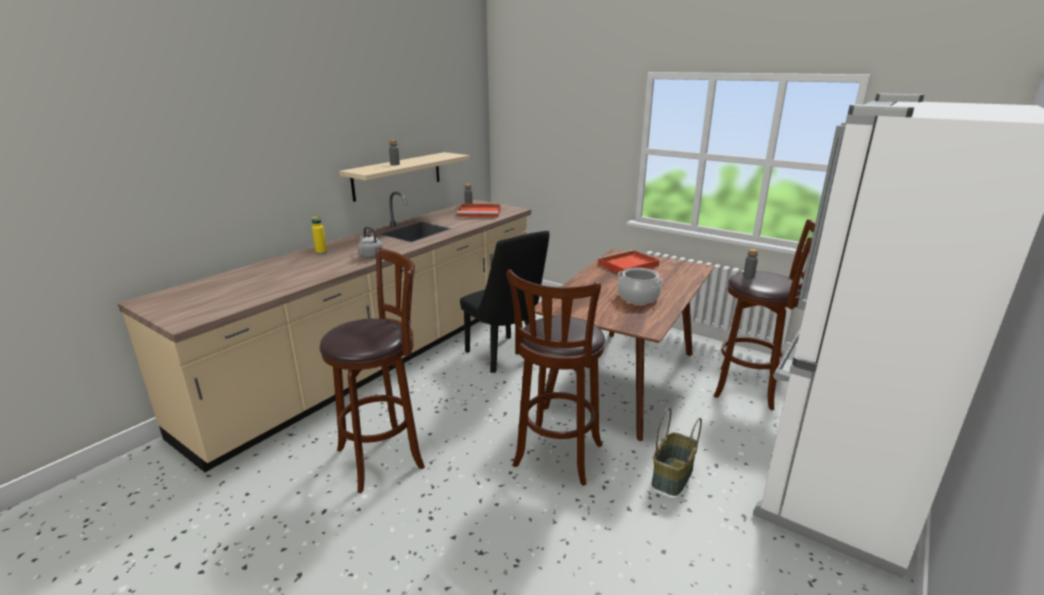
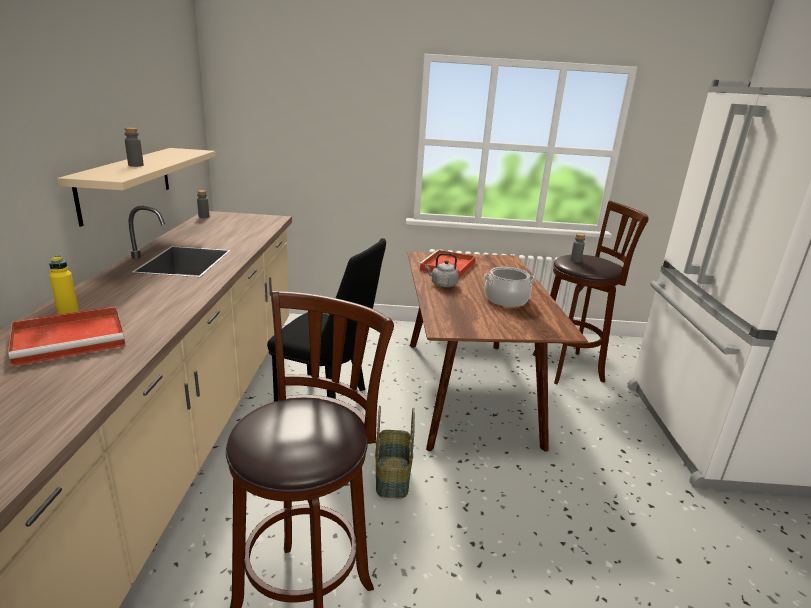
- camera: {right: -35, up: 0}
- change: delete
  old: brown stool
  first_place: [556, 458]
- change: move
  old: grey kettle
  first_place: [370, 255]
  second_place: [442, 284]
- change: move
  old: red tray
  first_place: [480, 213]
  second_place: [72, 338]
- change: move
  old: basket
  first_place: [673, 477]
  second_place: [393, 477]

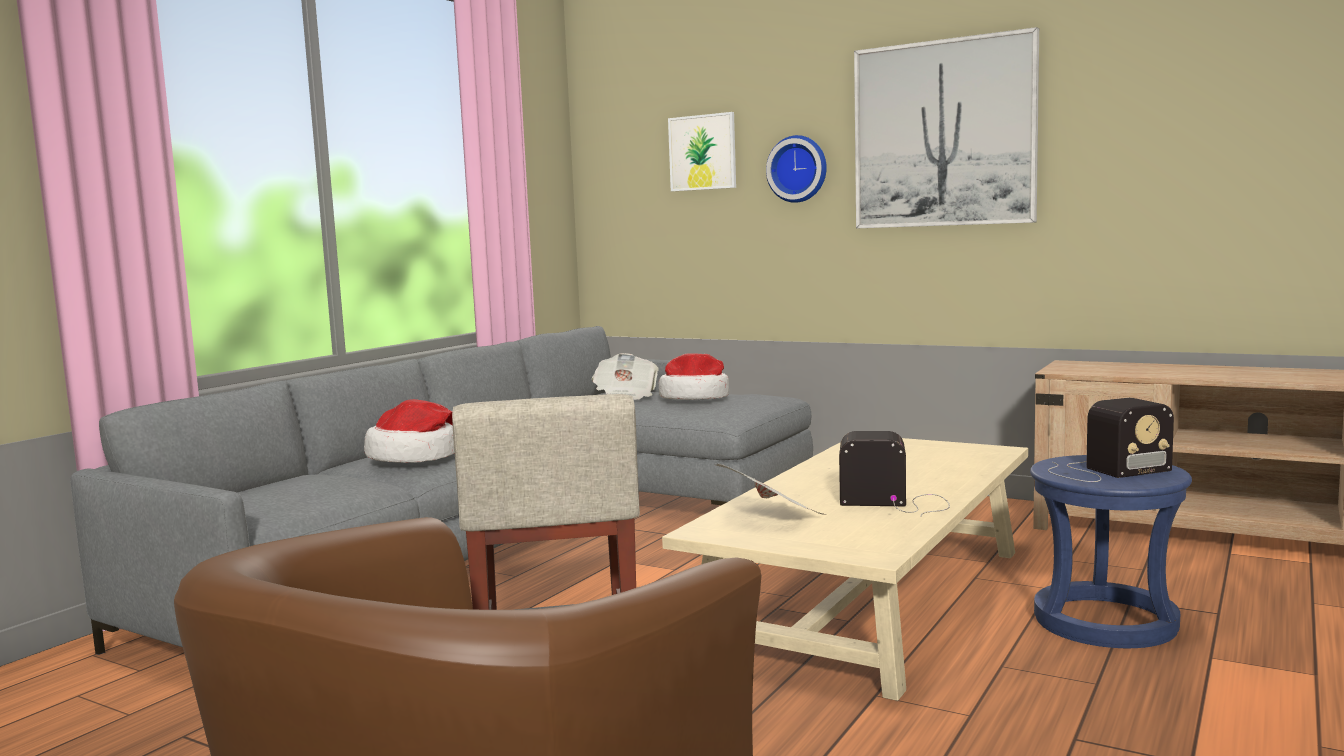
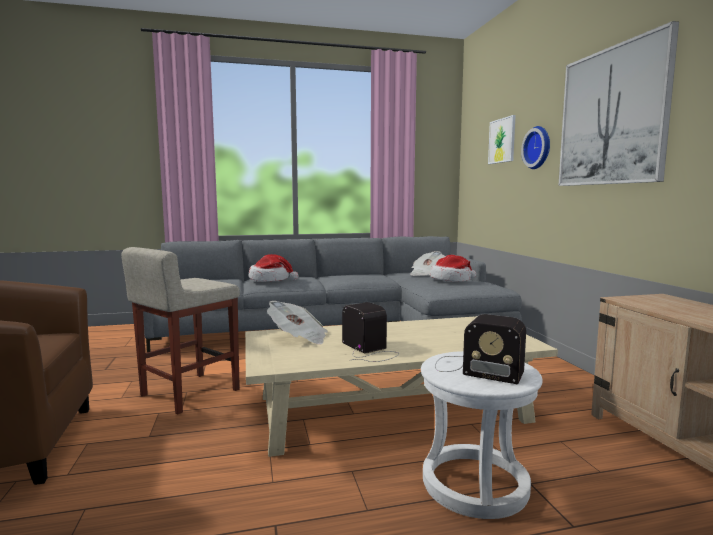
- camera: {right: 45, up: 0}
- change: recolor
  old: blue stool
  new: white stool
  first_place: [1105, 621]
  second_place: [475, 484]

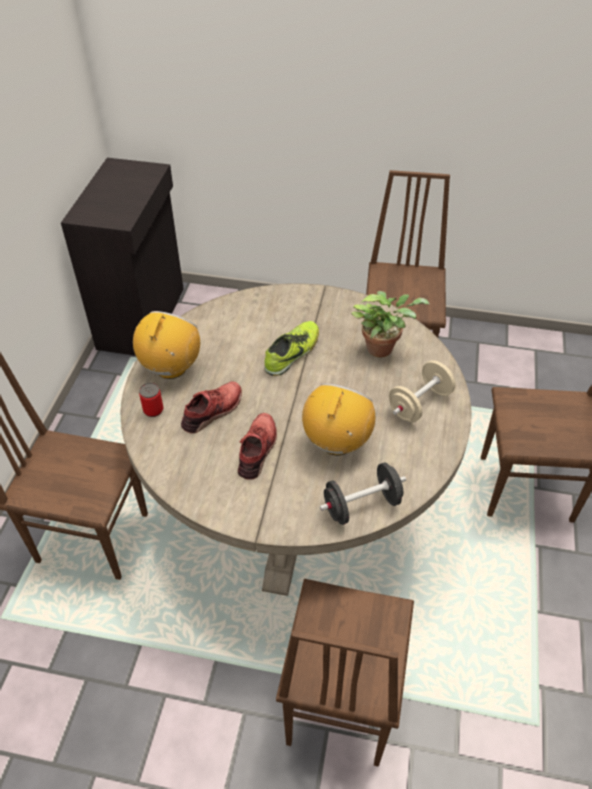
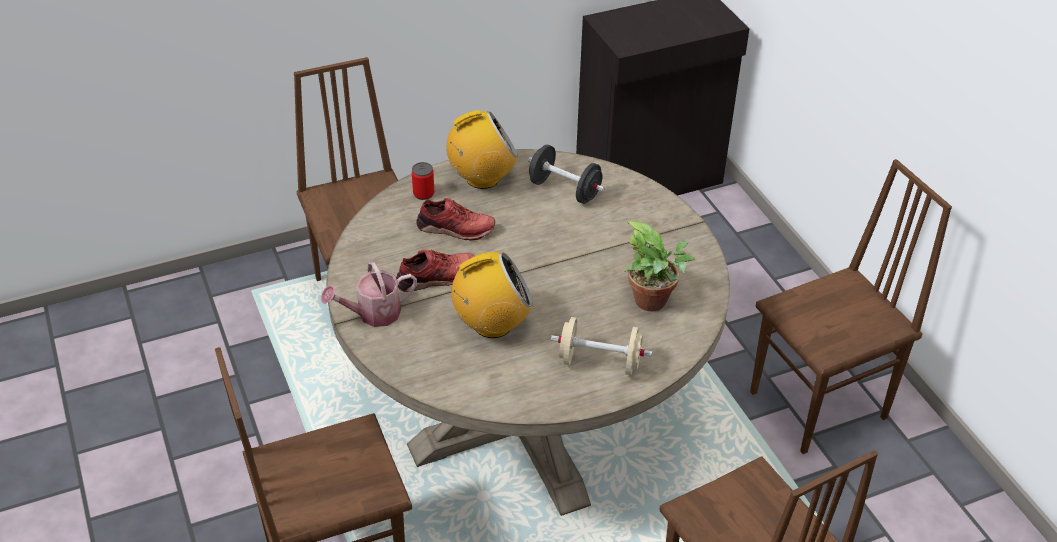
- camera: {right: 55, up: -5}
- change: delete
  old: shoe
  first_place: [293, 353]
- change: insert
  new: watering can
  second_place: [373, 314]
- change: move
  old: black dumbbell
  first_place: [362, 505]
  second_place: [565, 190]

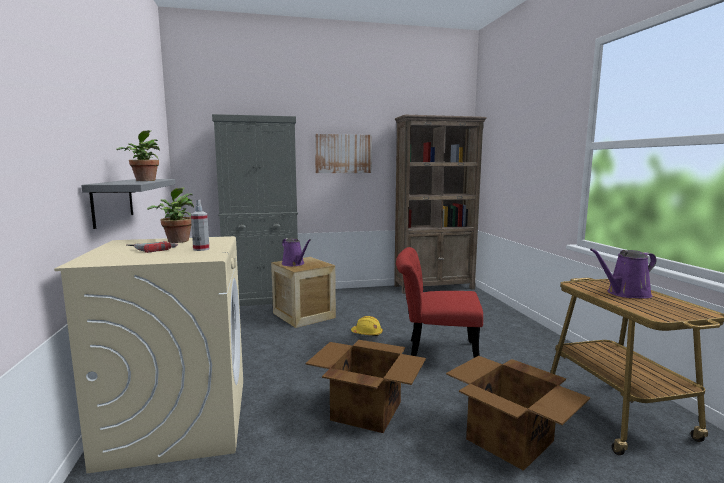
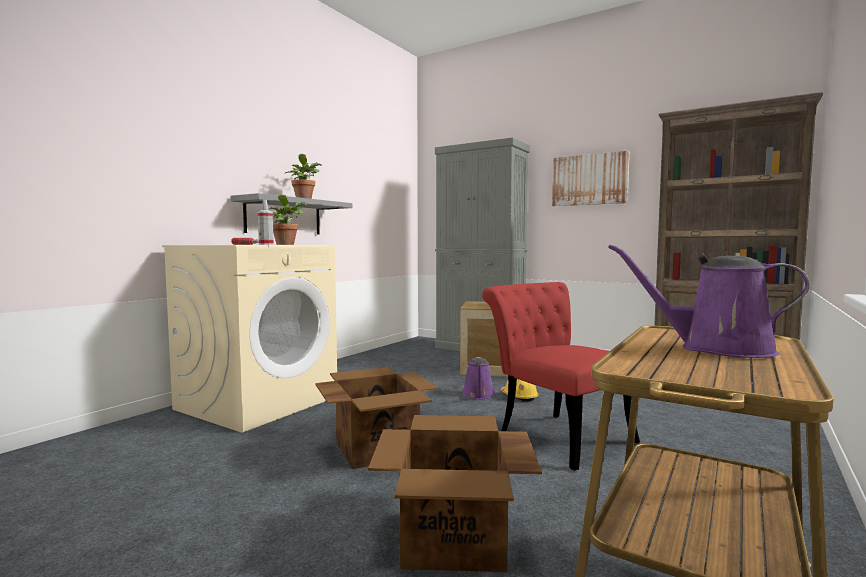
- camera: {right: 45, up: -5}
- change: move
  old: purple watering can
  first_place: [294, 264]
  second_place: [478, 395]

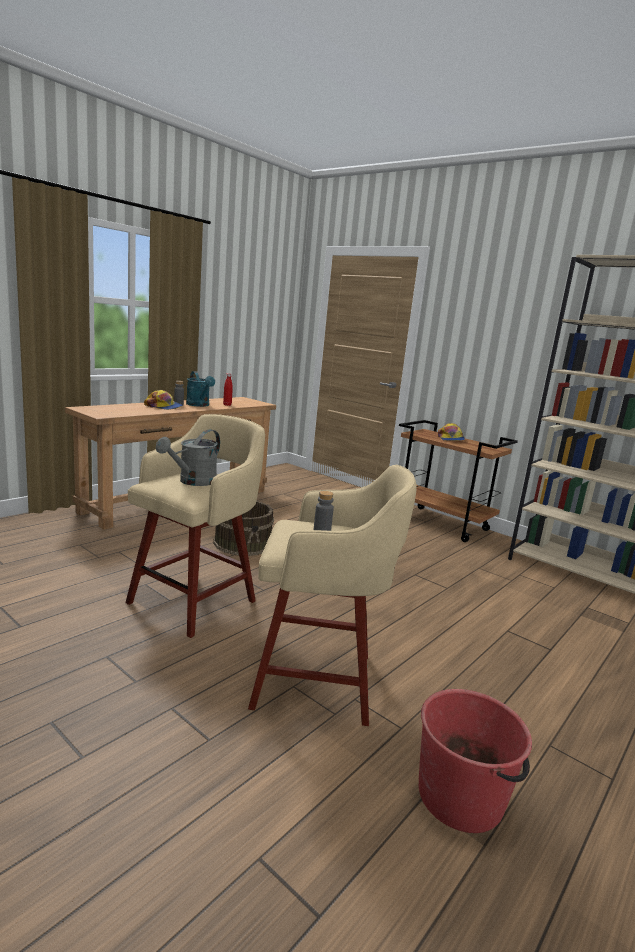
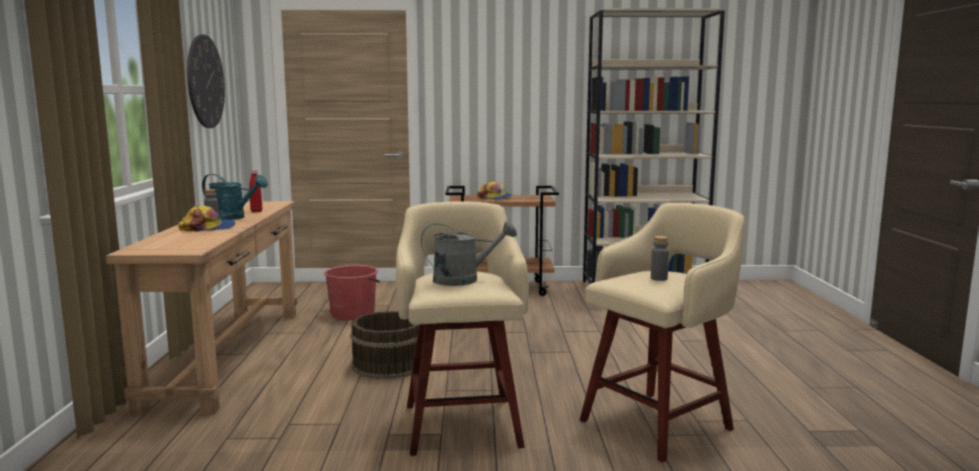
- camera: {right: -40, up: -5}
- change: insert
  new: wall clock
  second_place: [205, 81]
- change: move
  old: red bucket
  first_place: [461, 796]
  second_place: [353, 314]
- change: rotate
  old: grey watering can
  first_place: [193, 482]
  second_place: [464, 279]
  degrees: -90

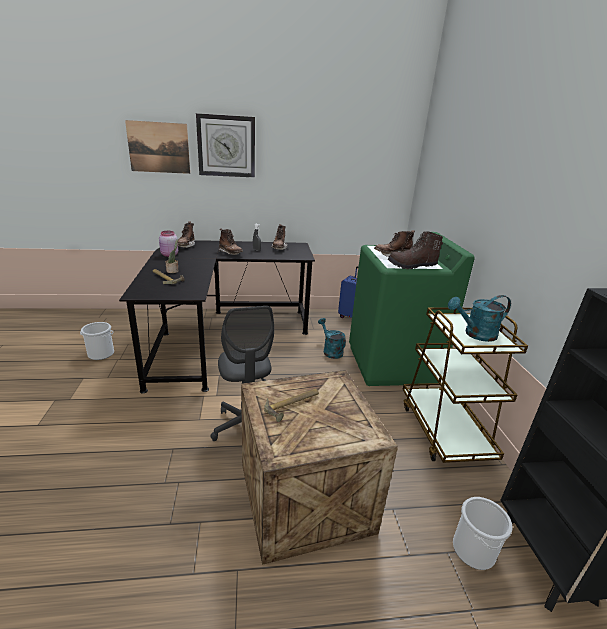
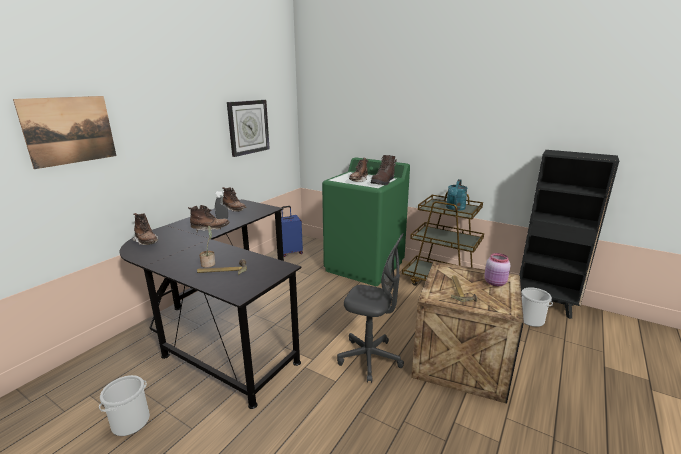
- camera: {right: -50, up: -5}
- change: delete
  old: turquoise watering can
  first_place: [330, 351]
- change: move
  old: pink jar
  first_place: [169, 255]
  second_place: [495, 283]
- change: move
  old: wall clock
  first_place: [226, 146]
  second_place: [248, 127]

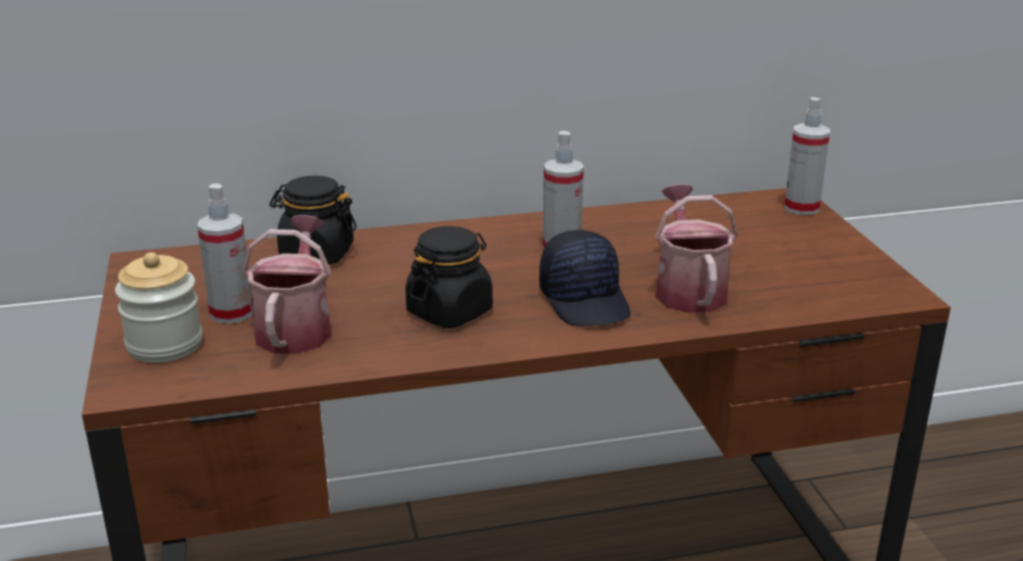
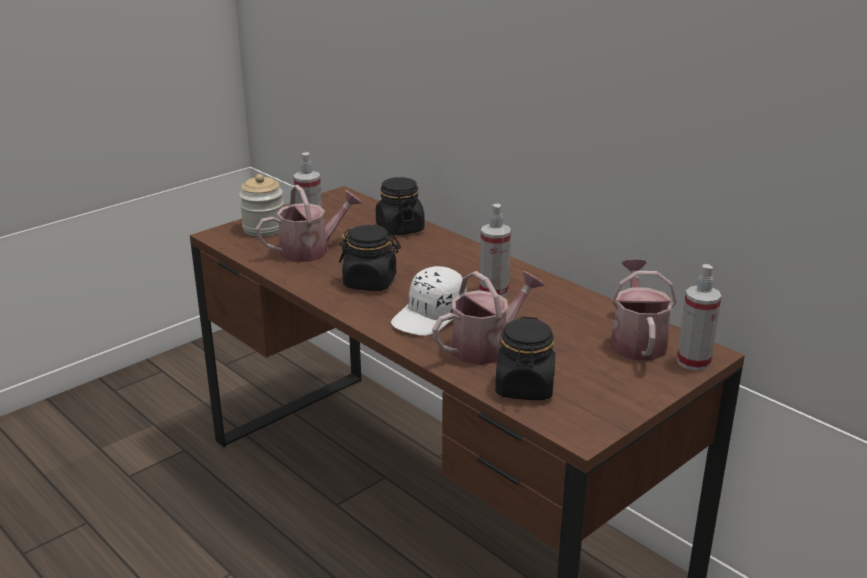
- camera: {right: 60, up: 0}
- change: insert
  new: black jar
  second_place: [524, 387]
- change: insert
  new: watering can
  second_place: [637, 341]
- change: recolor
  old: black cap
  new: white cap
  first_place: [586, 300]
  second_place: [430, 317]

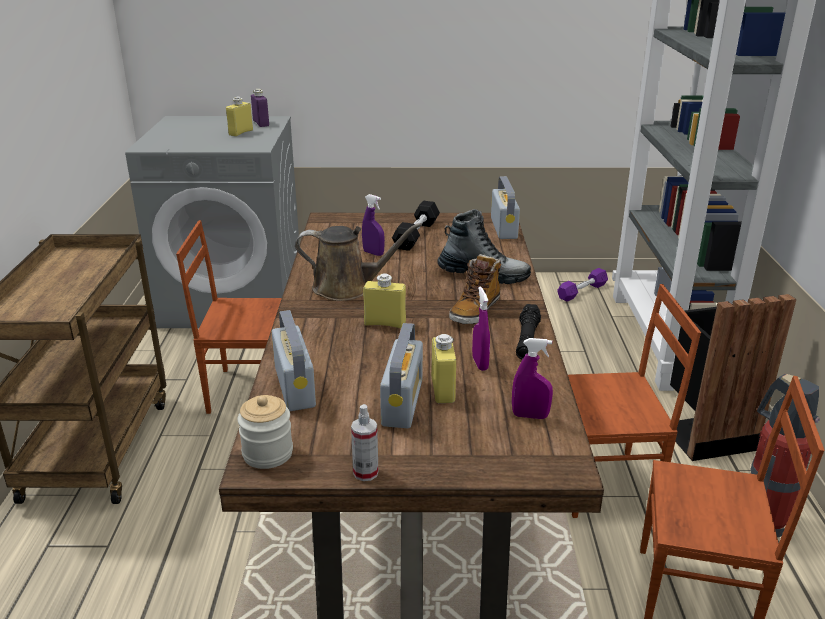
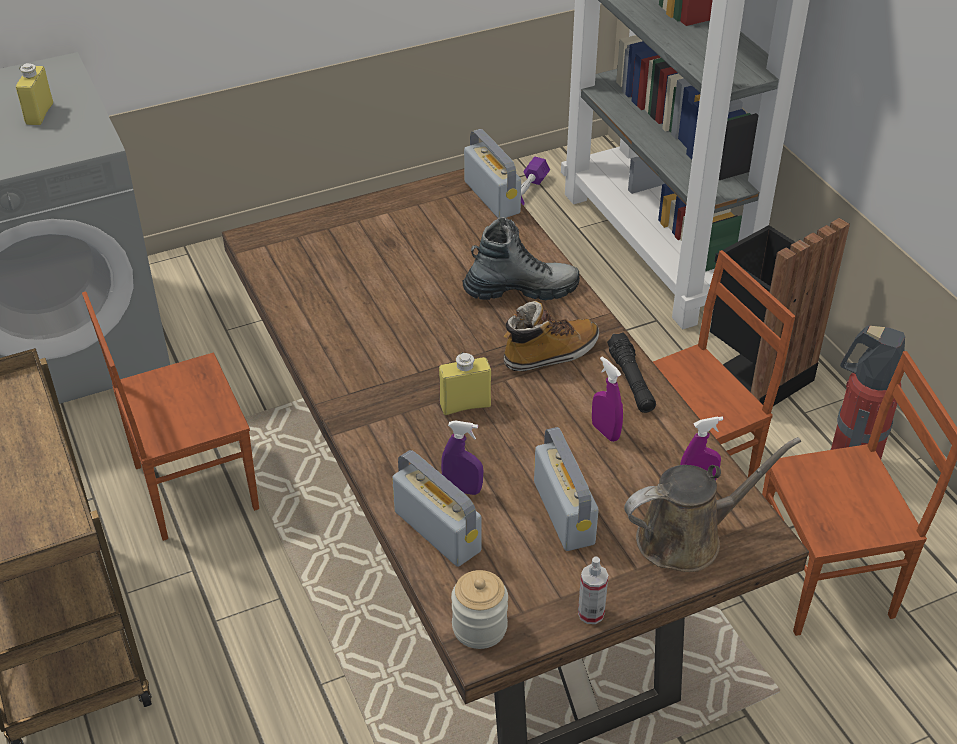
- camera: {right: -25, up: 15}
- change: delete
  old: purple bottle
  first_place: [261, 123]
- change: delete
  old: black dumbbell
  first_place: [416, 235]
- change: delete
  old: yellow bottle
  first_place: [443, 390]
- change: move
  old: brown watering can
  first_place: [347, 288]
  second_place: [687, 537]
- change: move
  old: purple spray bottle
  first_place: [373, 253]
  second_place: [462, 489]
- change: rotate
  old: boot
  first_place: [475, 311]
  second_place: [550, 354]
  degrees: -120

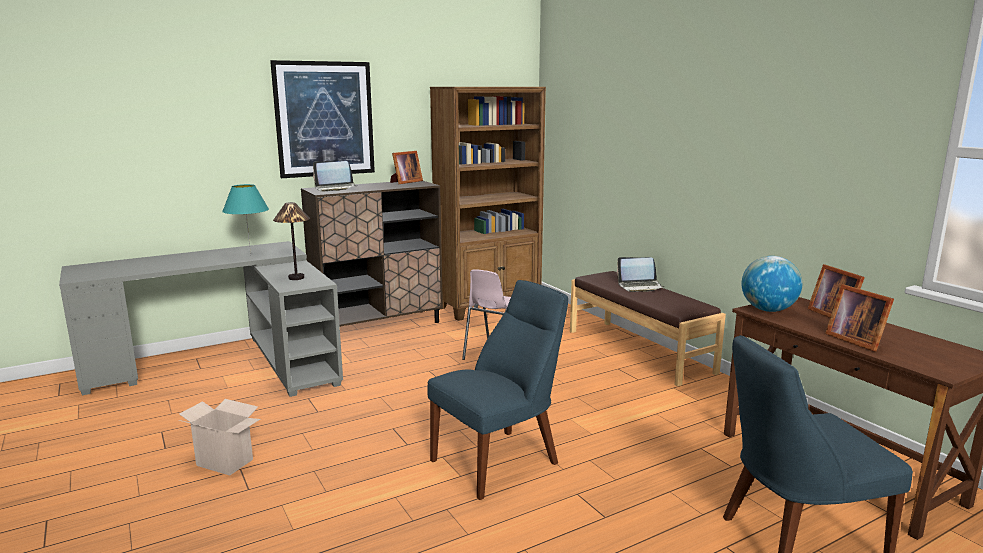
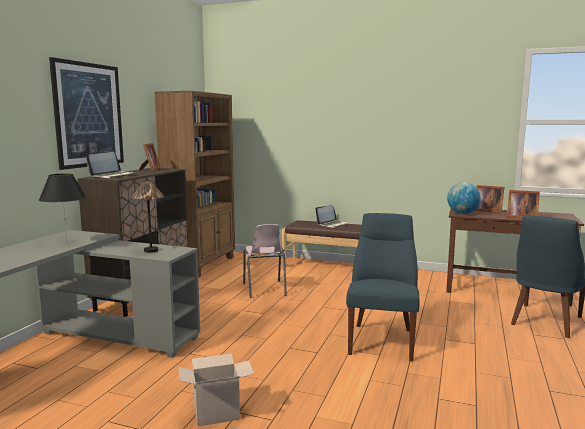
- camera: {right: -40, up: -5}
- change: recolor
  old: turquoise table lamp
  new: black table lamp
  first_place: [250, 255]
  second_place: [66, 242]

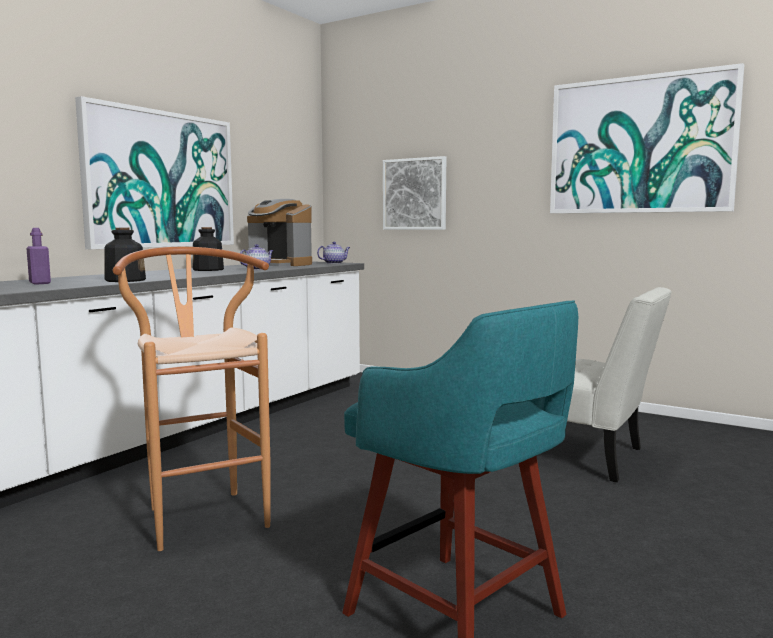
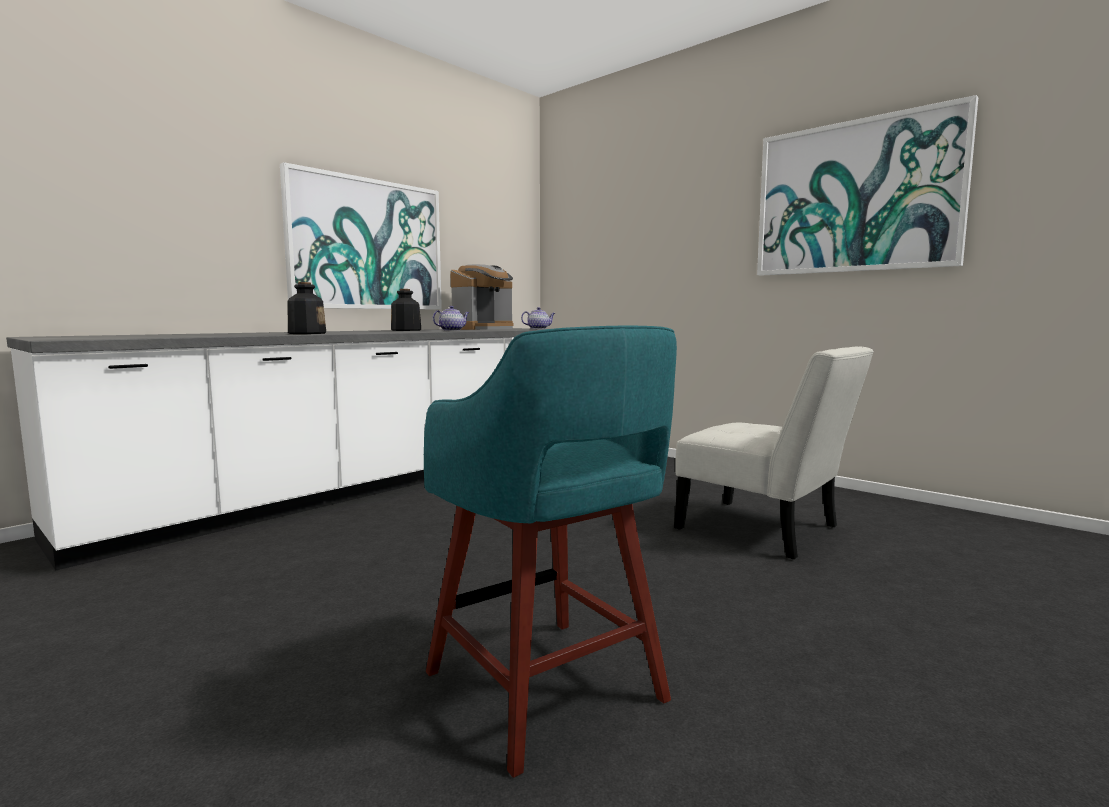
- camera: {right: 10, up: 0}
- change: delete
  old: purple bottle
  first_place: [40, 283]
- change: delete
  old: brown stool
  first_place: [202, 513]
- change: delete
  old: picture
  first_place: [414, 194]
- change: rotate
  old: coffee machine
  first_place: [280, 264]
  second_place: [484, 329]
  degrees: -90

